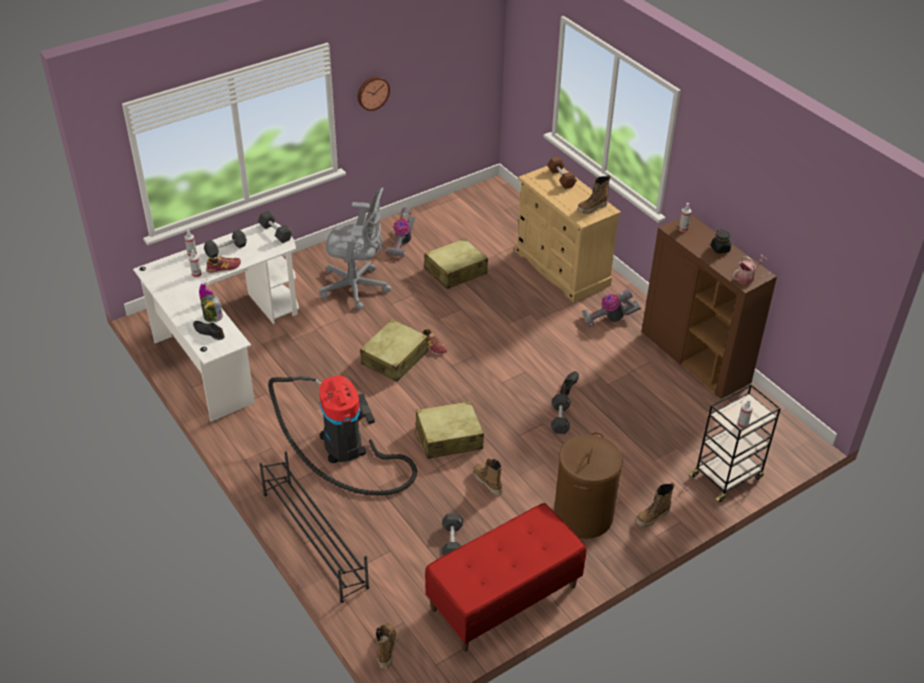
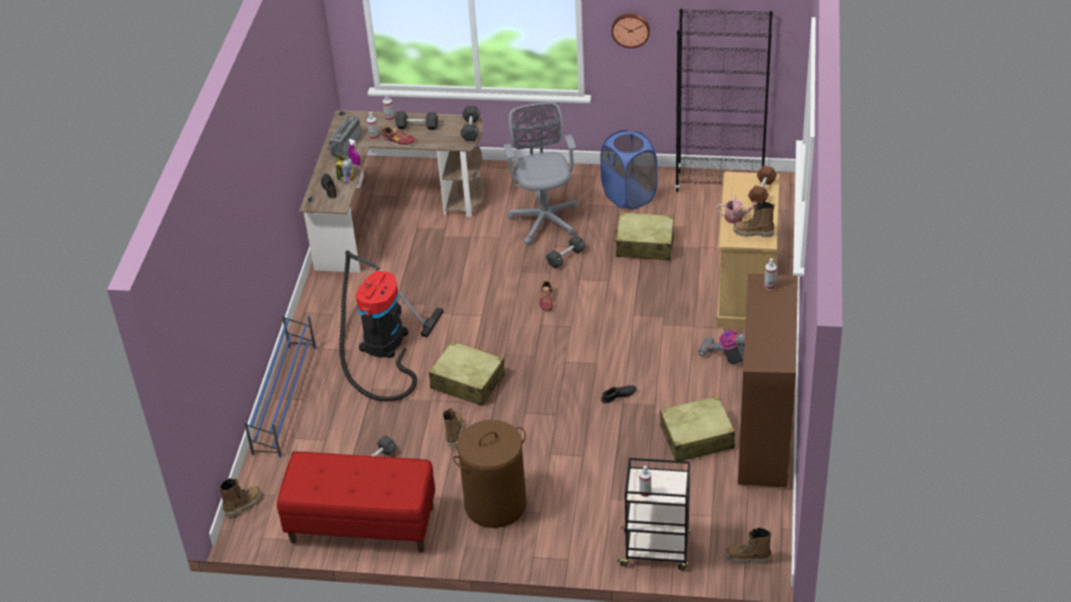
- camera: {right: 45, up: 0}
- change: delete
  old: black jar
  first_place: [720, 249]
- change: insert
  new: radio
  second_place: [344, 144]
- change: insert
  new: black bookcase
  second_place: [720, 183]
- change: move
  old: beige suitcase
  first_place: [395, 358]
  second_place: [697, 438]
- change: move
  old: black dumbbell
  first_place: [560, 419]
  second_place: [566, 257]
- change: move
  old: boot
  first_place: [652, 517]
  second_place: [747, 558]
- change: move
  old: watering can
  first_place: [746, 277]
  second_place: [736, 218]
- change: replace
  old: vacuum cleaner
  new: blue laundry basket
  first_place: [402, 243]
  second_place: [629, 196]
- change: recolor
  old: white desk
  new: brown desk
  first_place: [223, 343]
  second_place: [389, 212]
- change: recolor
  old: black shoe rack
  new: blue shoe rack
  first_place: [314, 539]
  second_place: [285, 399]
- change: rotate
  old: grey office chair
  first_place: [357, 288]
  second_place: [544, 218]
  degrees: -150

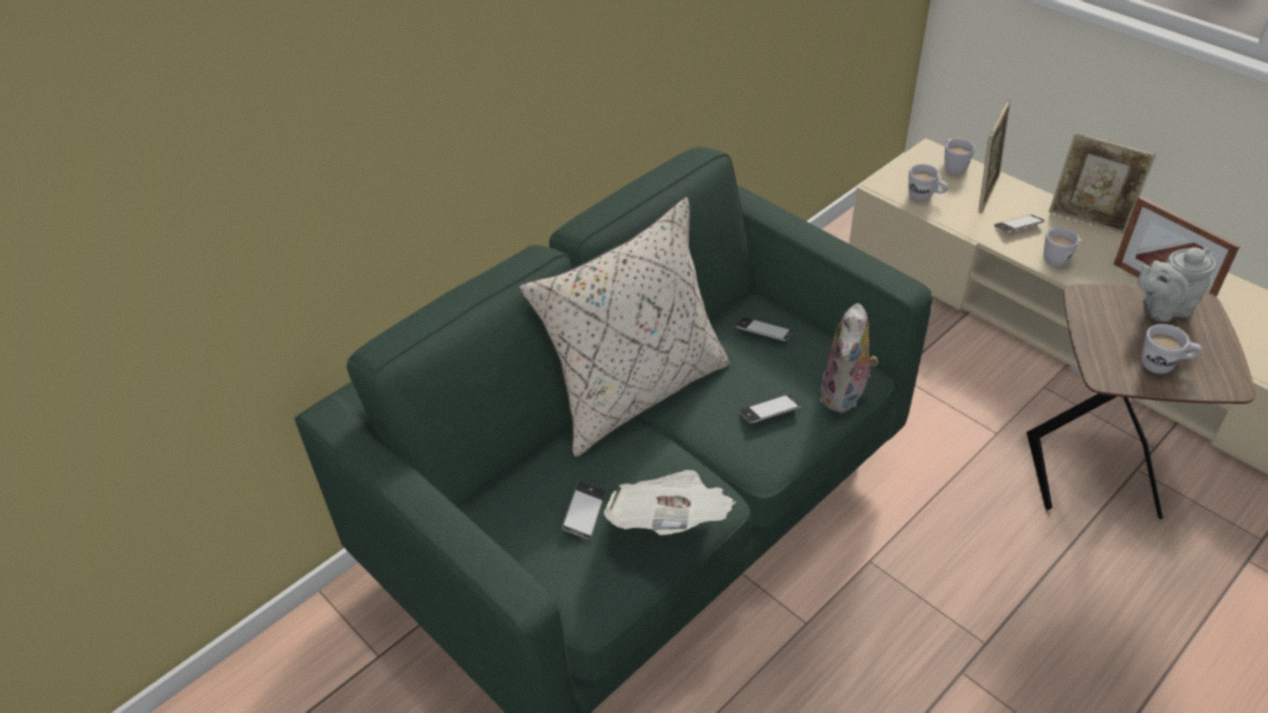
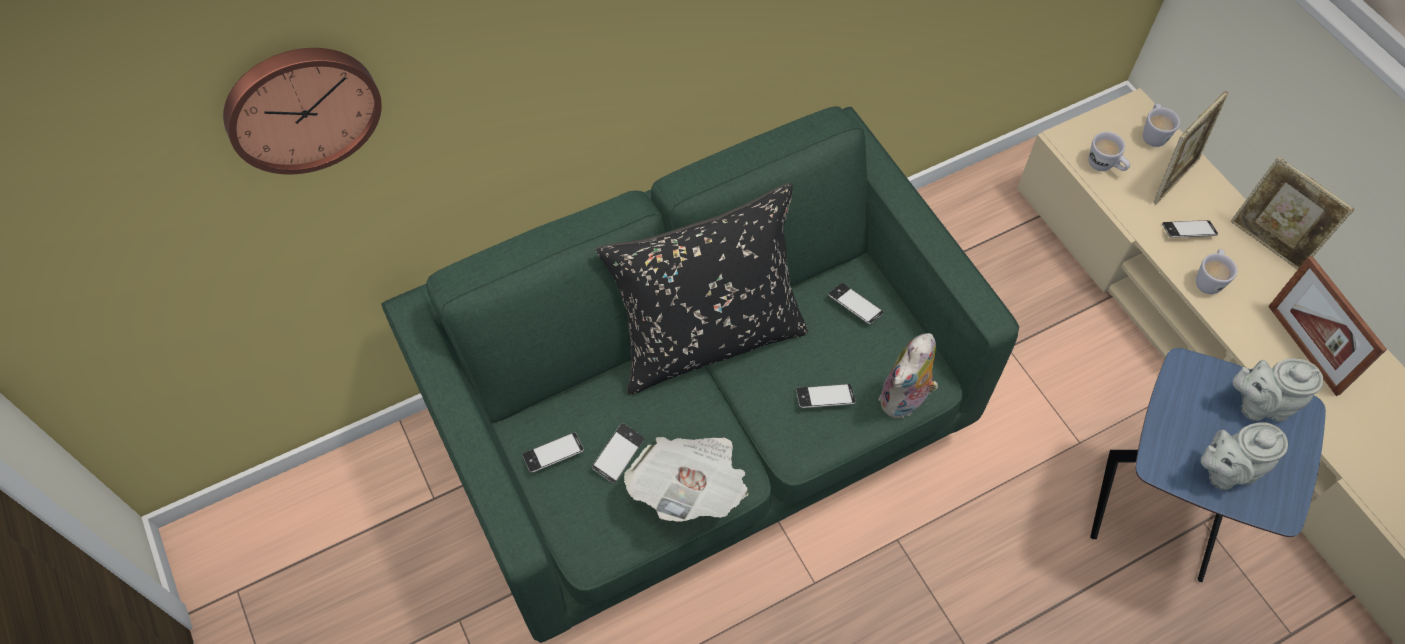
- camera: {right: 15, up: 15}
- change: insert
  new: wall clock
  second_place: [301, 106]
- change: insert
  new: phone
  second_place: [553, 454]
- change: replace
  old: white mug
  new: grey teapot
  first_place: [1164, 365]
  second_place: [1225, 471]
- change: recolor
  old: beige pillow
  new: black pillow
  first_place: [634, 391]
  second_place: [707, 338]
- change: recolor
  old: brown side table
  new: blue side table
  first_place: [1096, 478]
  second_place: [1157, 520]

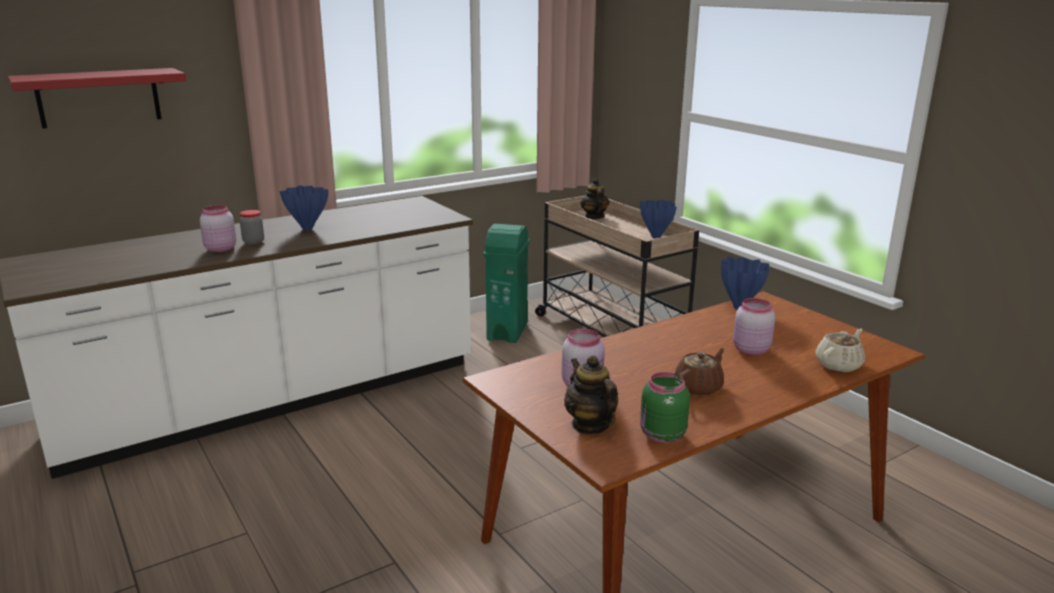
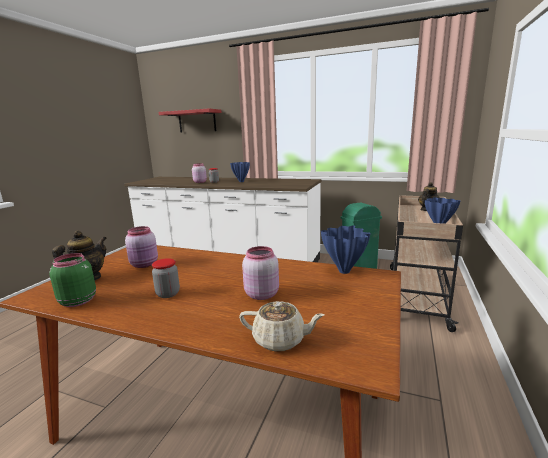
- camera: {right: 55, up: -5}
- change: replace
  old: brown teapot
  new: jar
  first_place: [699, 387]
  second_place: [168, 294]

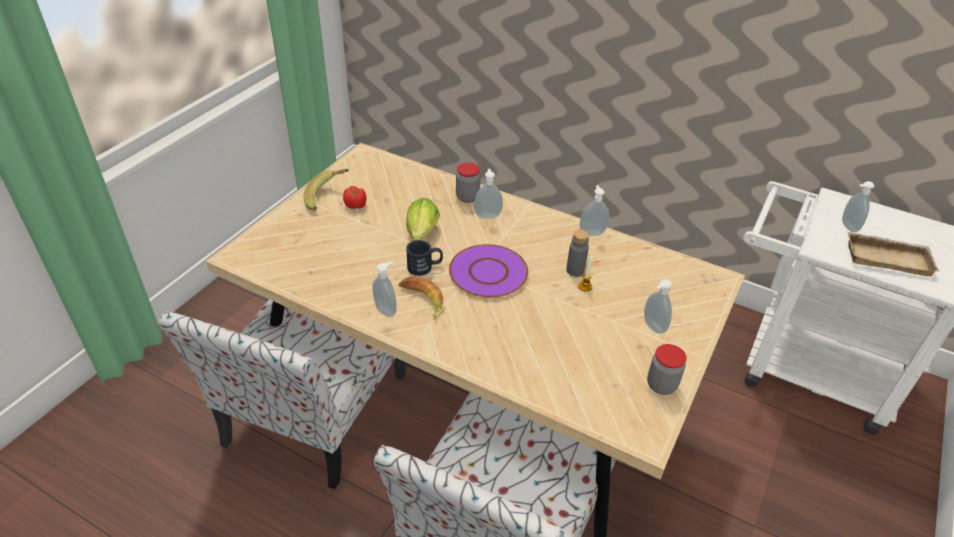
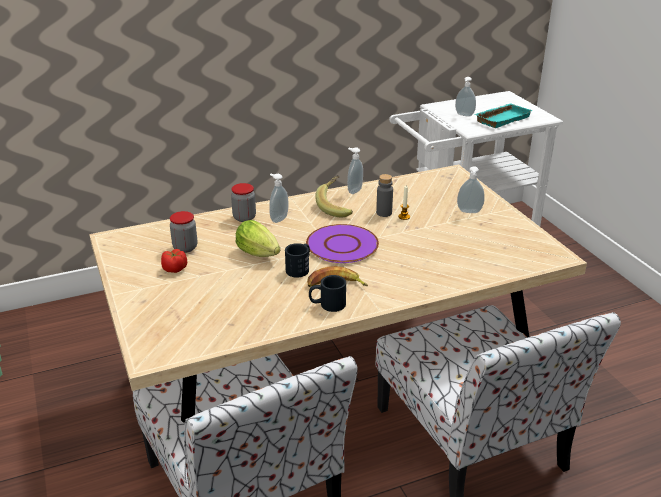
- camera: {right: -50, up: -10}
- change: move
  old: banana
  first_place: [328, 198]
  second_place: [337, 207]
- change: move
  old: jar
  first_place: [661, 385]
  second_place: [185, 248]
- change: replace
  old: soap dispenser
  new: black mug
  first_place: [386, 310]
  second_place: [327, 304]
- change: recolor
  old: beige tray
  new: turquoise tray
  first_place: [888, 258]
  second_place: [501, 118]

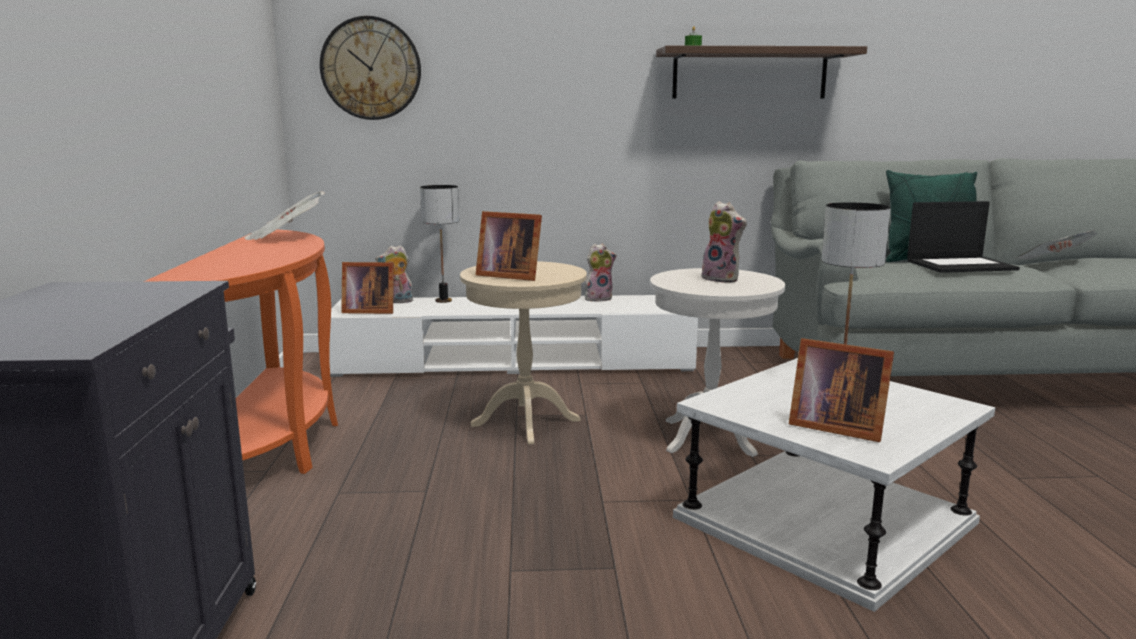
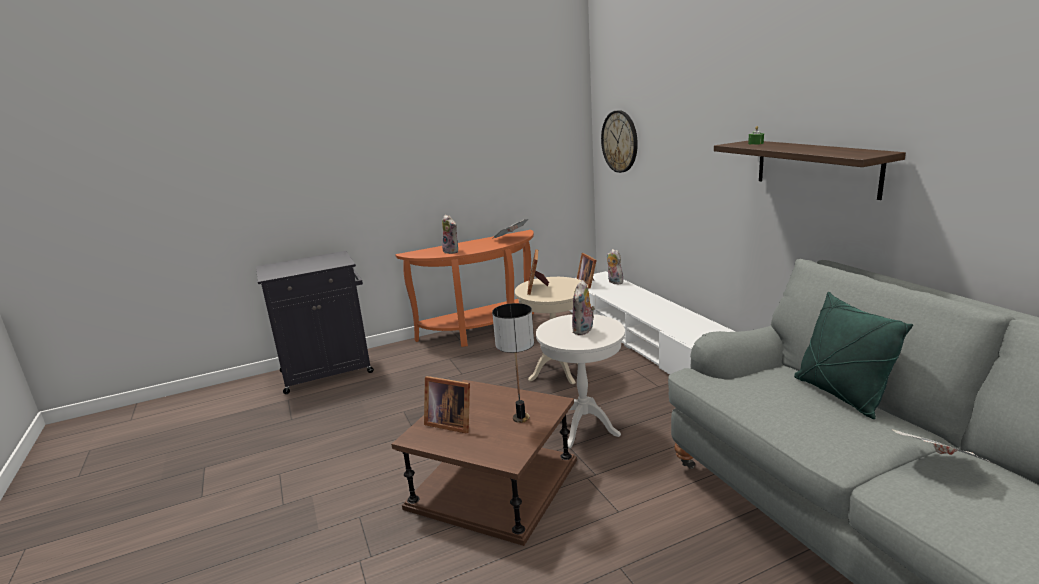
- camera: {right: 70, up: 5}
- change: delete
  old: table lamp
  first_place: [443, 301]
- change: delete
  old: laptop
  first_place: [961, 265]
- change: move
  old: plush toy
  first_place: [598, 298]
  second_place: [452, 251]
- change: recolor
  old: white side table
  new: brown side table
  first_place: [824, 520]
  second_place: [494, 484]
- change: rotate
  old: picture frame
  first_place: [834, 426]
  second_place: [449, 423]
  degrees: -75

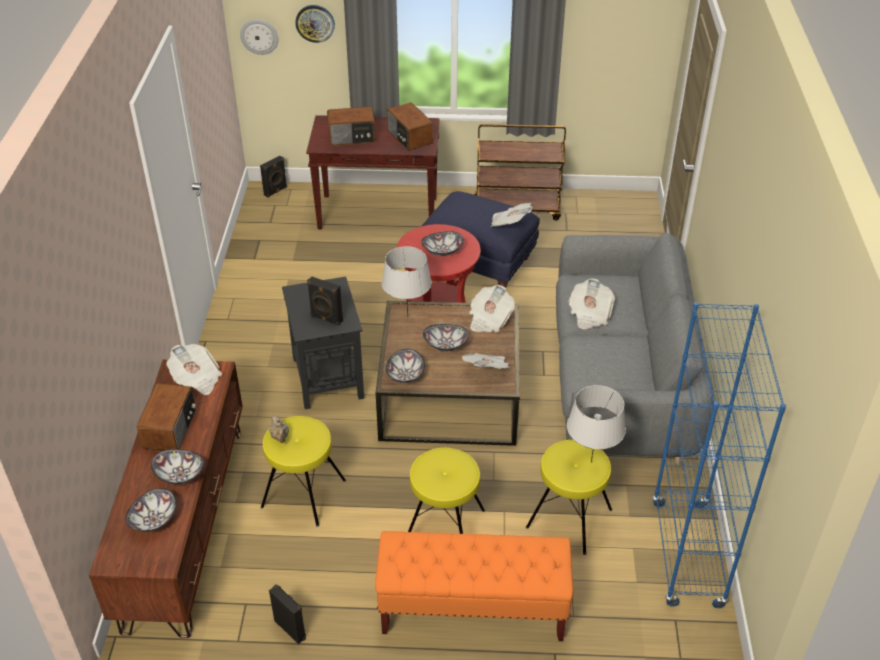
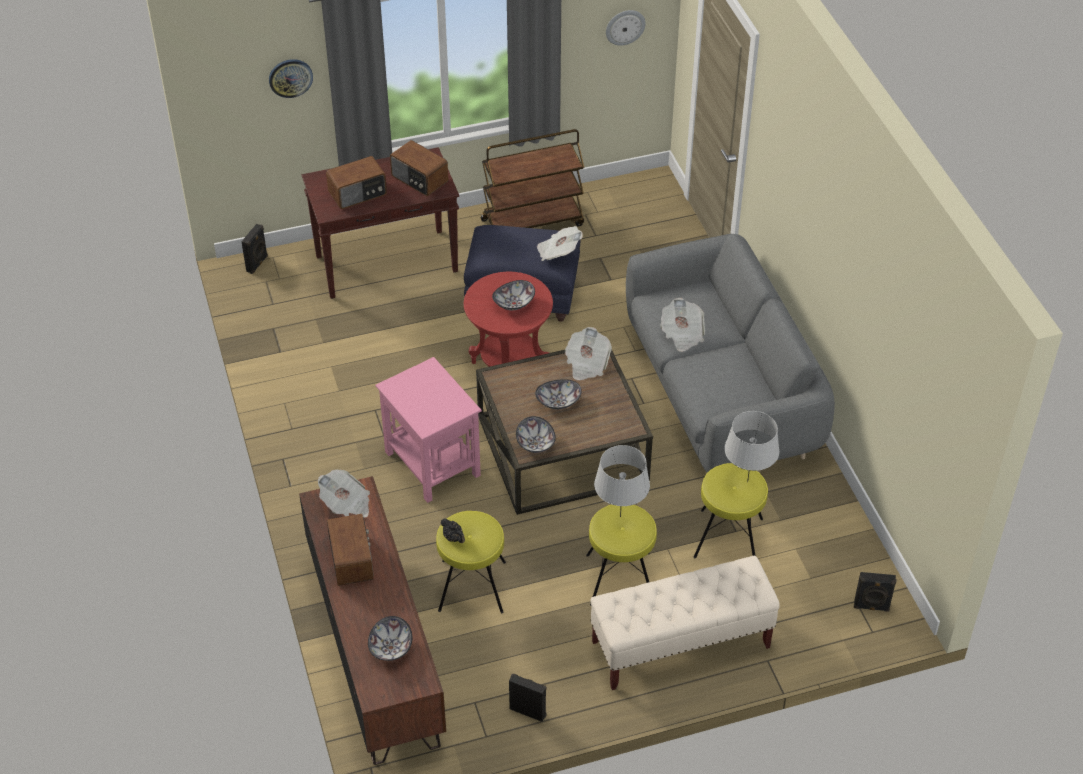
- camera: {right: -20, up: 5}
- change: delete
  old: bowl
  first_place: [180, 475]
- change: delete
  old: newspaper
  first_place: [487, 370]
- change: delete
  old: blue bookcase
  first_place: [687, 554]
- change: move
  old: wall clock
  first_place: [259, 36]
  second_place: [625, 27]
- change: move
  old: black speaker
  first_place: [326, 319]
  second_place: [871, 607]
- change: move
  old: grey table lamp
  first_place: [407, 317]
  second_place: [620, 516]
- change: recolor
  old: beige teapot
  new: black teapot
  first_place: [280, 437]
  second_place: [453, 538]
- change: recolor
  old: black side table
  new: pink side table
  first_place: [327, 377]
  second_place: [432, 463]
- change: recolor
  old: orange bench
  new: beige bench
  first_place: [472, 609]
  second_place: [680, 645]

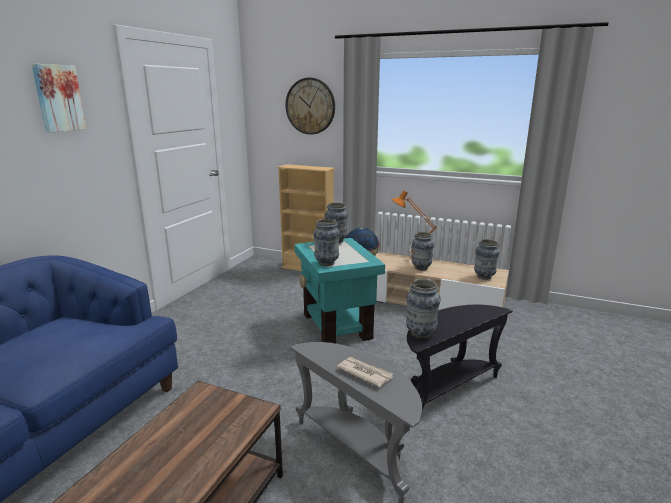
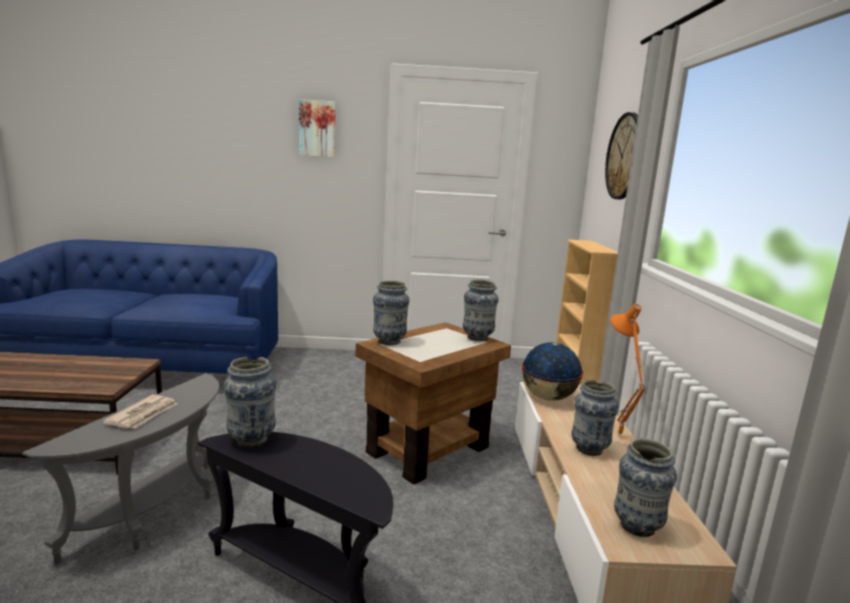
- camera: {right: 65, up: -5}
- change: recolor
  old: turquoise side table
  new: brown side table
  first_place: [336, 326]
  second_place: [427, 449]

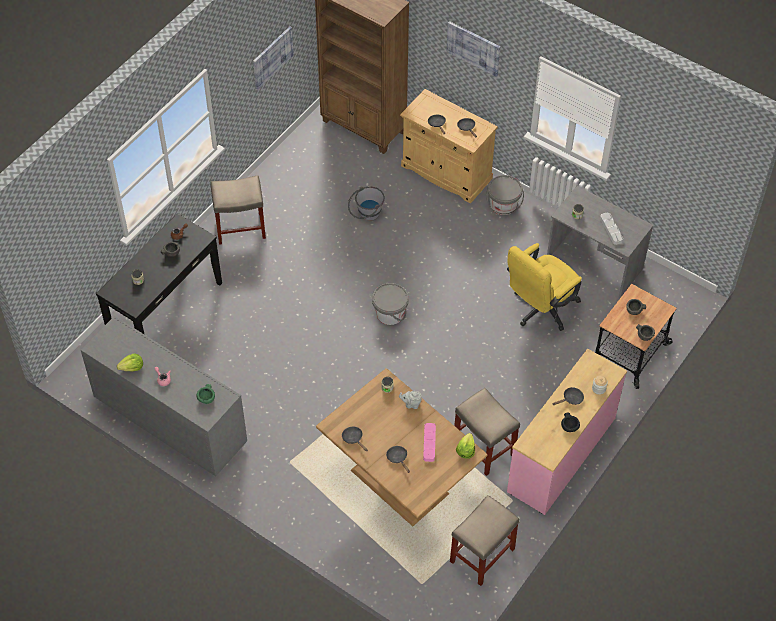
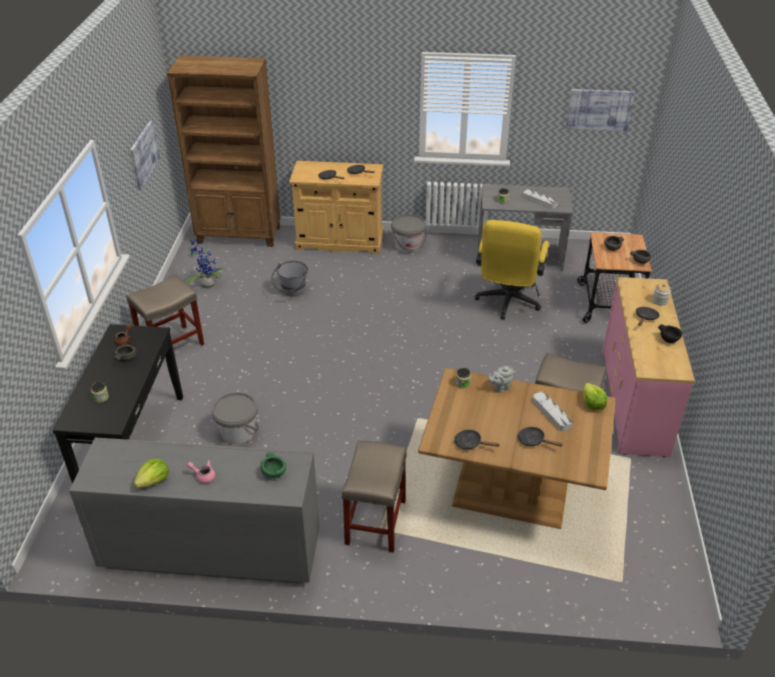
- camera: {right: -30, up: -15}
- change: insert
  new: potted plant
  second_place: [206, 284]
- change: move
  old: grey bucket
  first_place: [390, 313]
  second_place: [238, 432]
- change: move
  old: picture
  first_place: [473, 48]
  second_place: [599, 109]
- change: move
  old: beige stool
  first_place: [481, 556]
  second_place: [375, 523]
- change: recolor
  old: pink tray
  new: grey tray
  first_place: [429, 443]
  second_place: [551, 413]

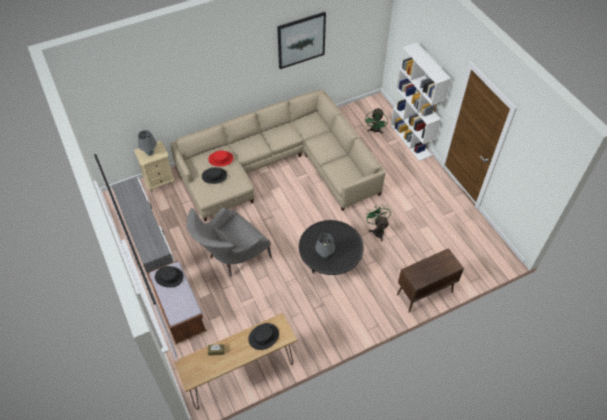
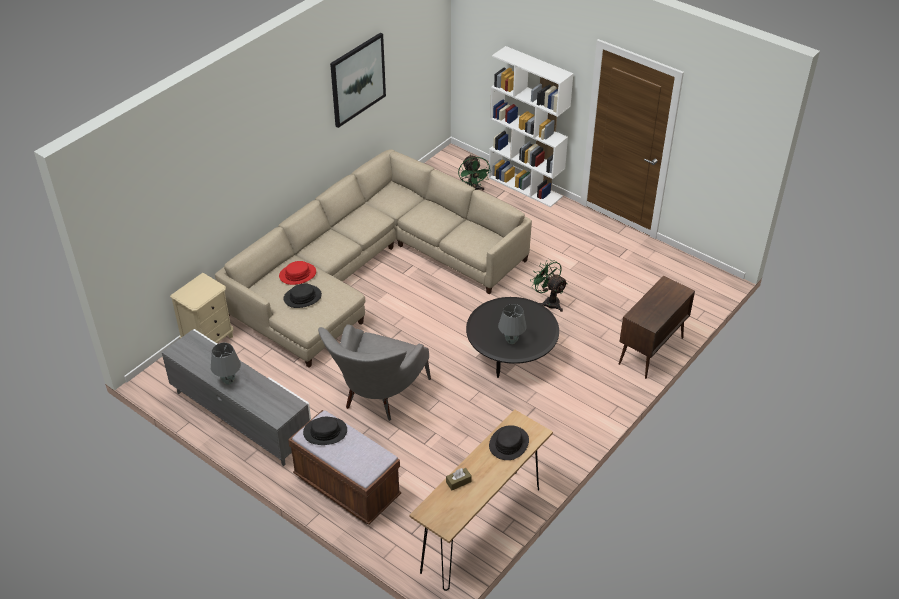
- camera: {right: -25, up: -10}
- change: move
  old: grey table lamp
  first_place: [149, 153]
  second_place: [228, 381]

